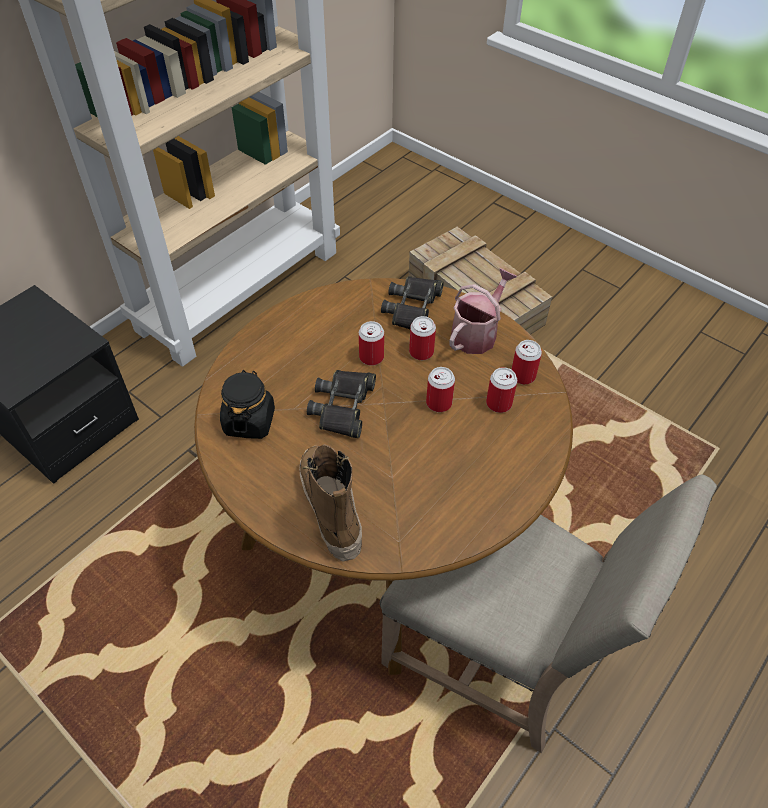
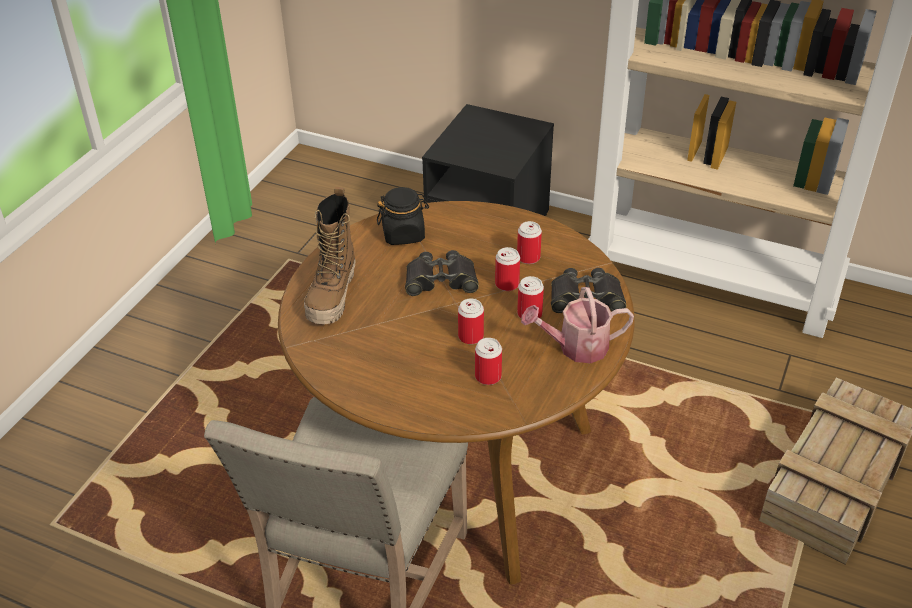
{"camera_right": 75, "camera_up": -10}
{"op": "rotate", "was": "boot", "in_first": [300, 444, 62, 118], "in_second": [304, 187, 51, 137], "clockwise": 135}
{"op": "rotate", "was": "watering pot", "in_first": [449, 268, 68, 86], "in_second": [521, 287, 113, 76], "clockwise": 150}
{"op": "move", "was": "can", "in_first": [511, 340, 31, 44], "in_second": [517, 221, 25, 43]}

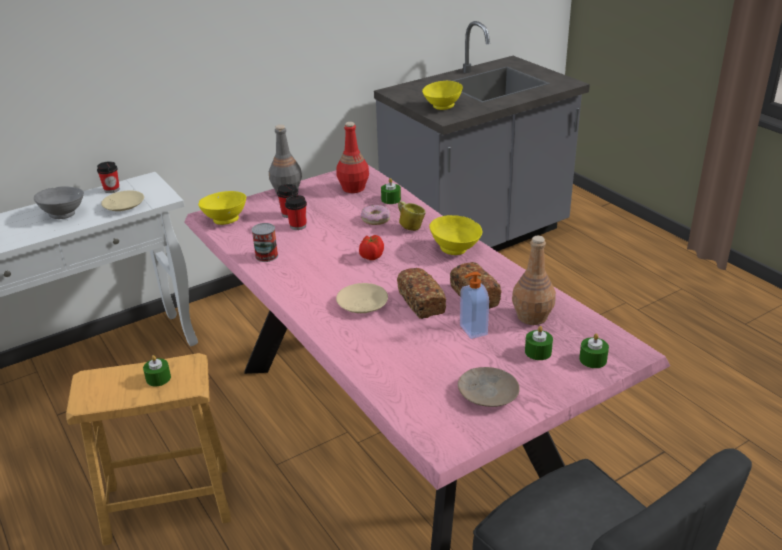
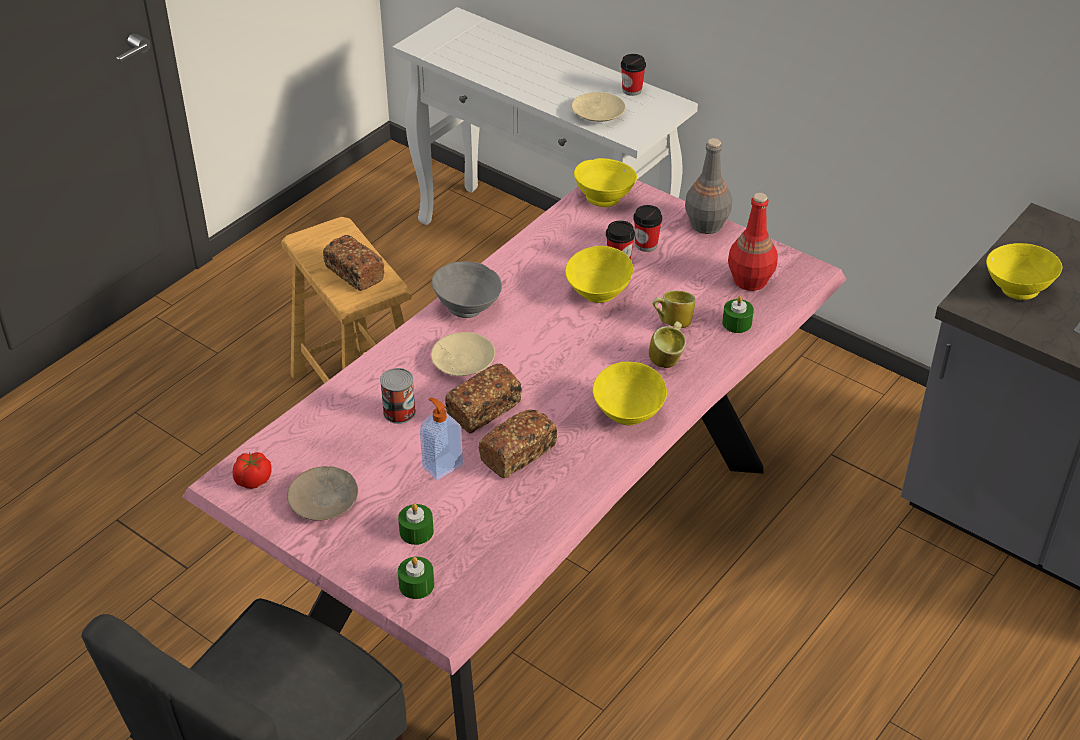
{"camera_right": 70, "camera_up": 10}
{"op": "move", "was": "gray deep dish", "in_first": [34, 186, 50, 33], "in_second": [432, 261, 70, 57]}
{"op": "replace", "was": "green wax light", "now": "baked bread", "in_first": [143, 355, 28, 32], "in_second": [323, 235, 61, 56]}
{"op": "move", "was": "can", "in_first": [252, 223, 26, 39], "in_second": [380, 368, 36, 56]}
{"op": "move", "was": "whole tomato", "in_first": [359, 235, 25, 25], "in_second": [233, 452, 39, 37]}
{"op": "replace", "was": "ring doughnut", "now": "mug", "in_first": [361, 205, 29, 20], "in_second": [652, 290, 44, 38]}
{"op": "delete", "was": "brownish bottle", "in_first": [512, 236, 44, 89]}
{"op": "insert", "now": "yellow-coloured deep dish", "in_second": [565, 246, 68, 57]}

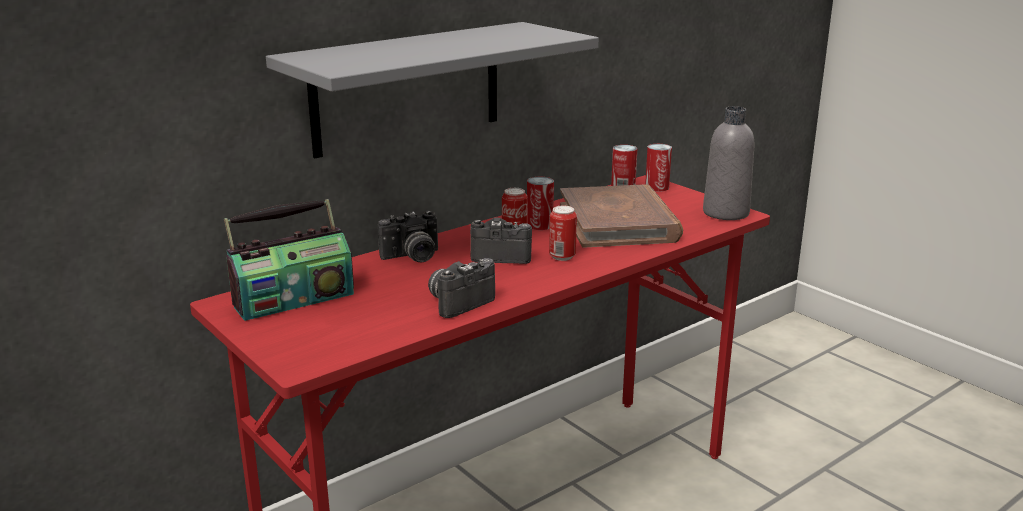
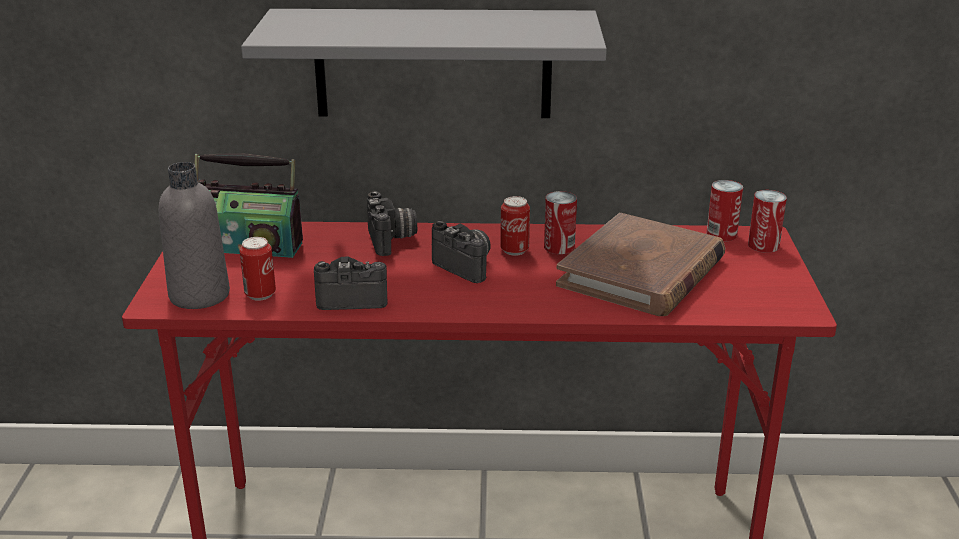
{"camera_right": 40, "camera_up": 5}
{"op": "rotate", "was": "still camera", "in_first": [378, 211, 60, 51], "in_second": [367, 191, 50, 65], "clockwise": -120}
{"op": "move", "was": "can", "in_first": [549, 206, 28, 55], "in_second": [239, 237, 37, 64]}
{"op": "move", "was": "gray bottle", "in_first": [703, 106, 51, 114], "in_second": [159, 162, 71, 147]}

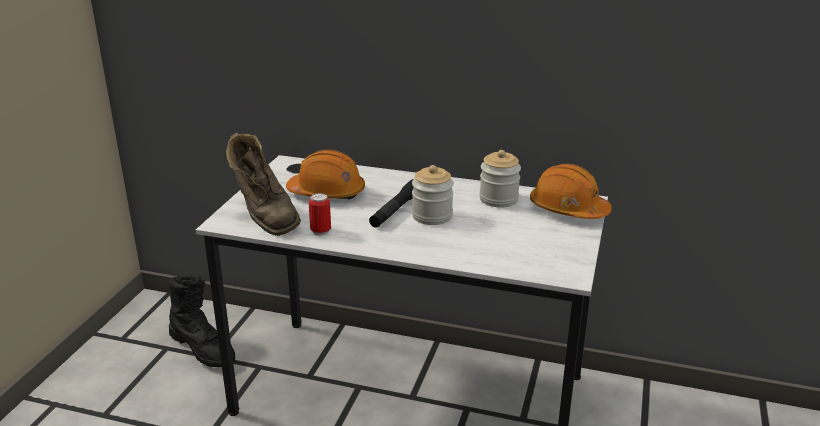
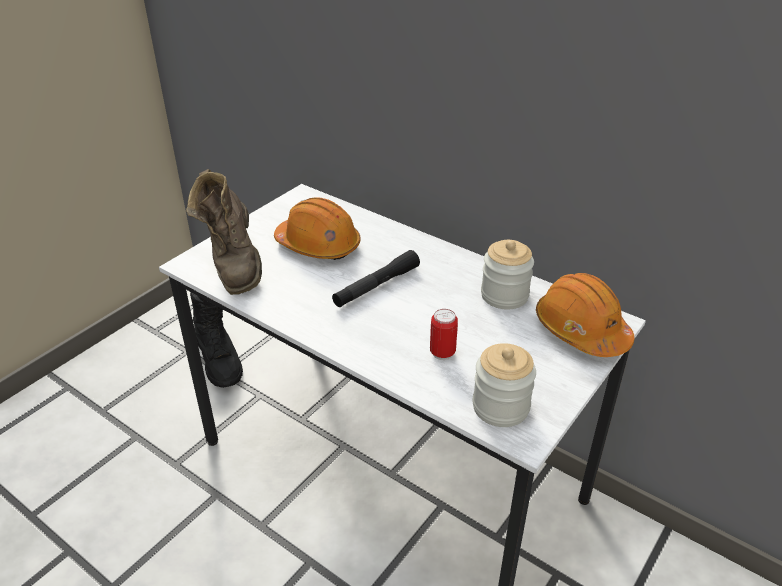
{"camera_right": 20, "camera_up": 10}
{"op": "move", "was": "can", "in_first": [309, 193, 22, 43], "in_second": [430, 309, 28, 51]}
{"op": "move", "was": "preserve jar", "in_first": [412, 165, 42, 60], "in_second": [473, 343, 63, 84]}

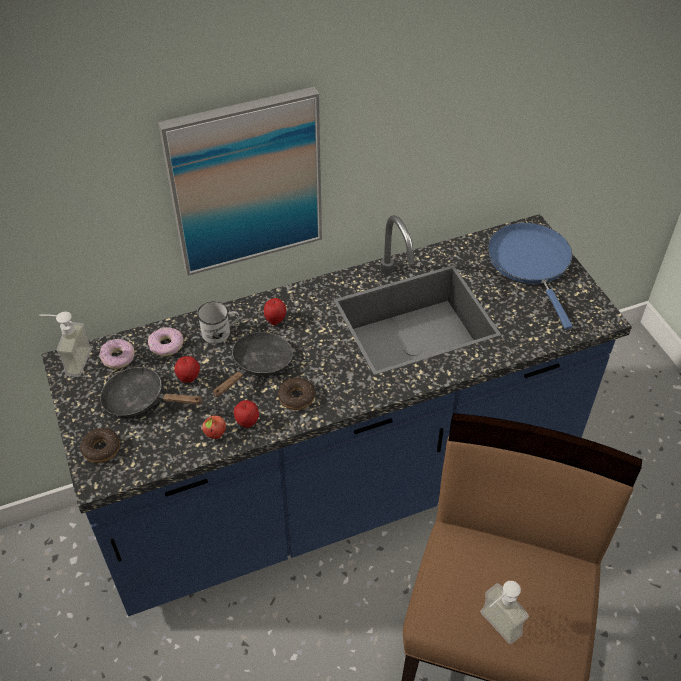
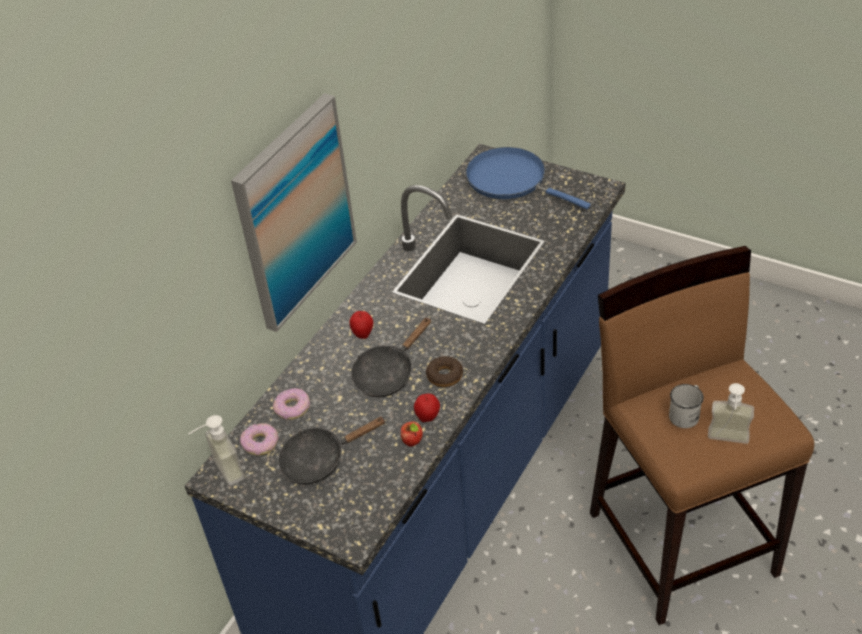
{"camera_right": -35, "camera_up": -5}
{"op": "delete", "was": "ring doughnut", "in_first": [80, 428, 40, 35]}
{"op": "delete", "was": "whole apple", "in_first": [174, 356, 26, 27]}
{"op": "move", "was": "white-coloured mug", "in_first": [197, 301, 43, 43], "in_second": [669, 384, 35, 44]}
{"op": "rotate", "was": "black-coloured pan", "in_first": [213, 332, 80, 65], "in_second": [351, 317, 80, 80], "clockwise": -135}

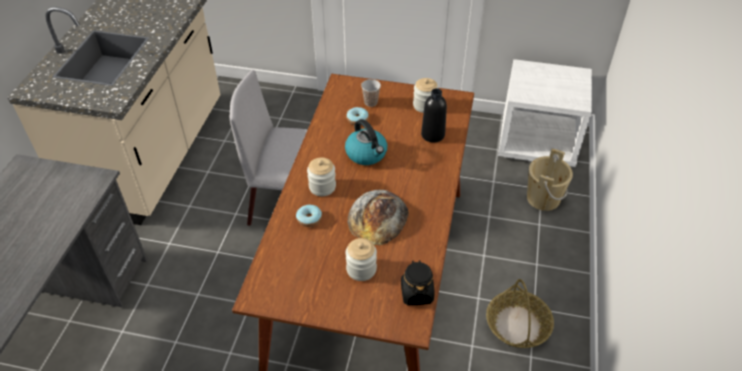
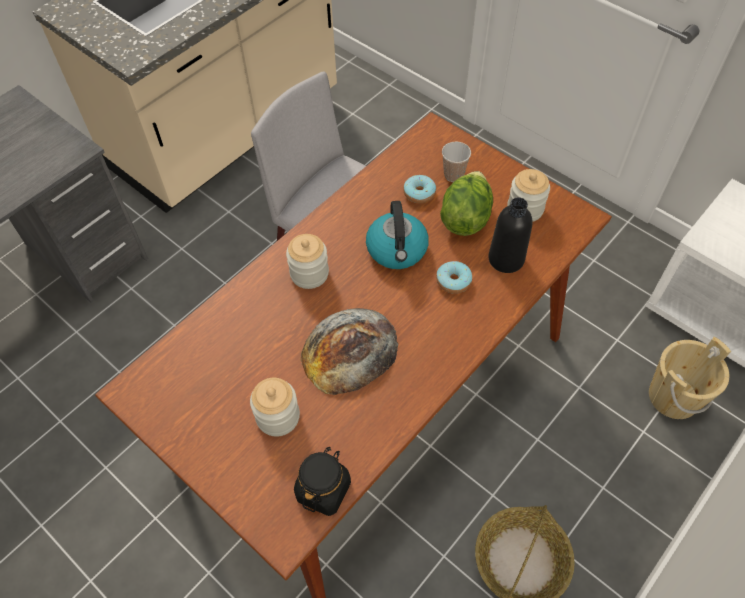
{"camera_right": 30, "camera_up": 10}
{"op": "move", "was": "ring doughnut", "in_first": [296, 205, 26, 22], "in_second": [436, 261, 36, 33]}
{"op": "insert", "now": "lettuce head", "in_second": [440, 171, 53, 65]}

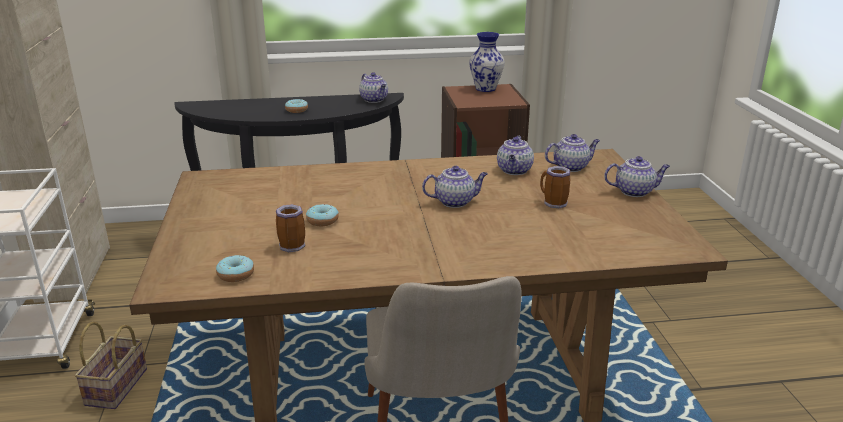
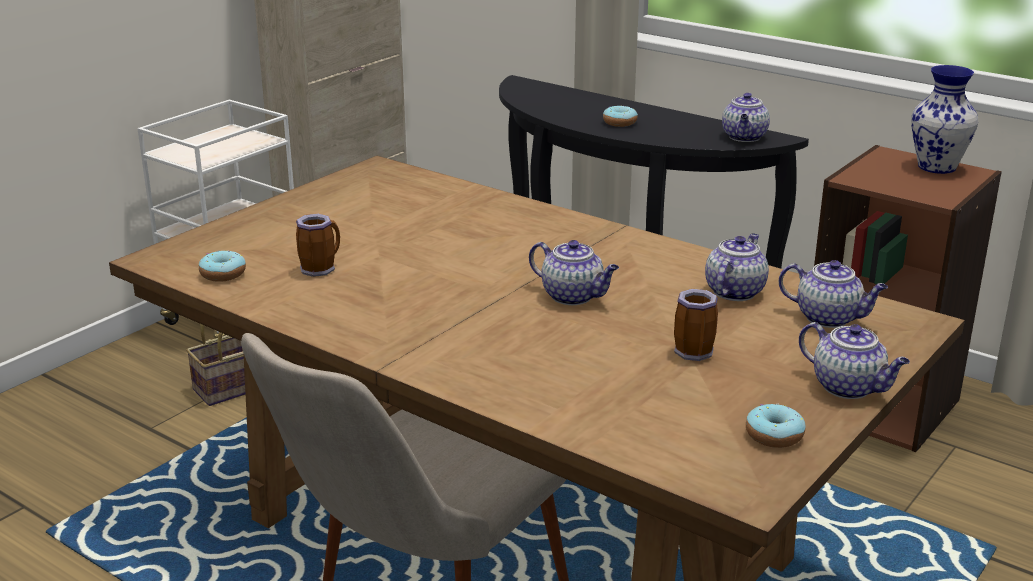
{"camera_right": 45, "camera_up": 0}
{"op": "move", "was": "ring doughnut", "in_first": [306, 204, 33, 22], "in_second": [746, 404, 59, 44]}
{"op": "rotate", "was": "pot for tea", "in_first": [497, 136, 37, 39], "in_second": [705, 233, 64, 68], "clockwise": 150}

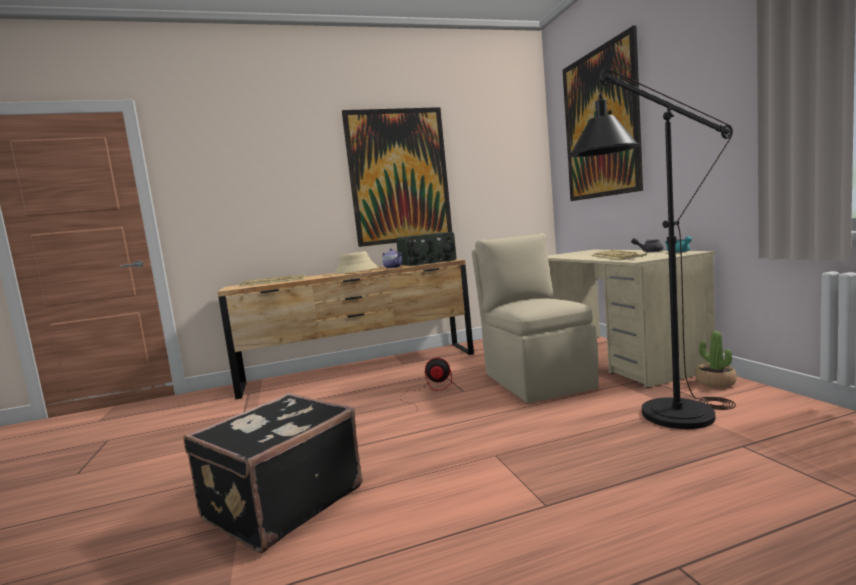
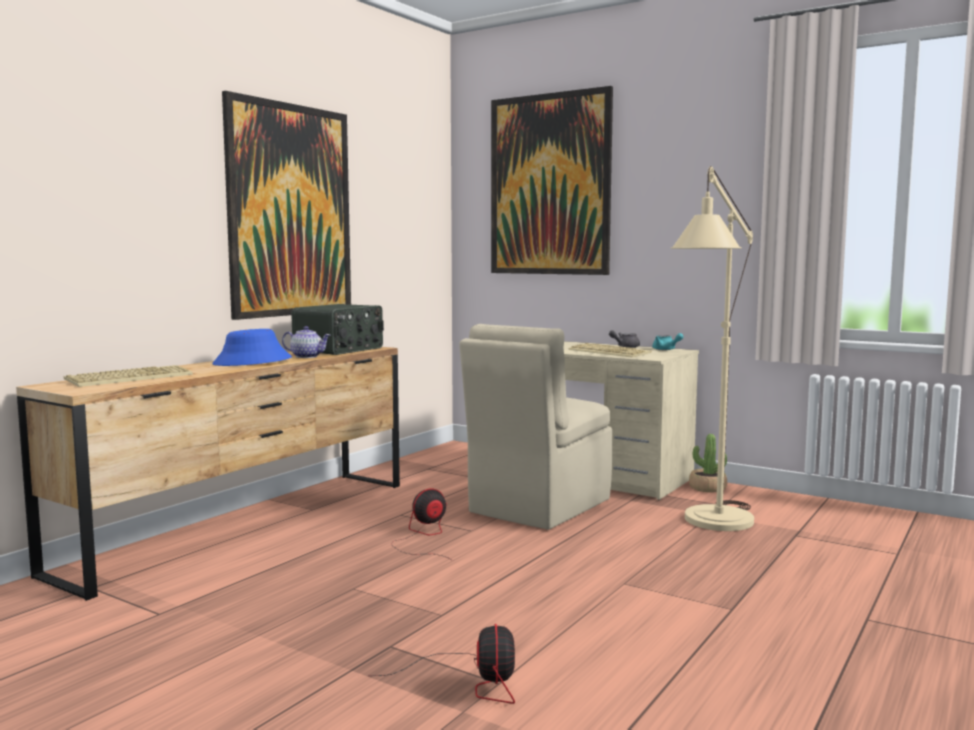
{"camera_right": -40, "camera_up": 0}
{"op": "replace", "was": "black-coloured travel case", "now": "cooling fan", "in_first": [183, 393, 179, 160], "in_second": [370, 624, 145, 80]}
{"op": "recolor", "was": "sand-coloured clothing hat", "now": "bluish clothing hat", "in_first": [334, 251, 44, 23], "in_second": [212, 329, 80, 37]}
{"op": "rotate", "was": "sand-coloured plain chair", "in_first": [472, 233, 127, 170], "in_second": [459, 324, 153, 206], "clockwise": -90}
{"op": "recolor", "was": "black-coloured standard lamp", "now": "sand-coloured standard lamp", "in_first": [568, 68, 168, 361], "in_second": [671, 166, 83, 365]}

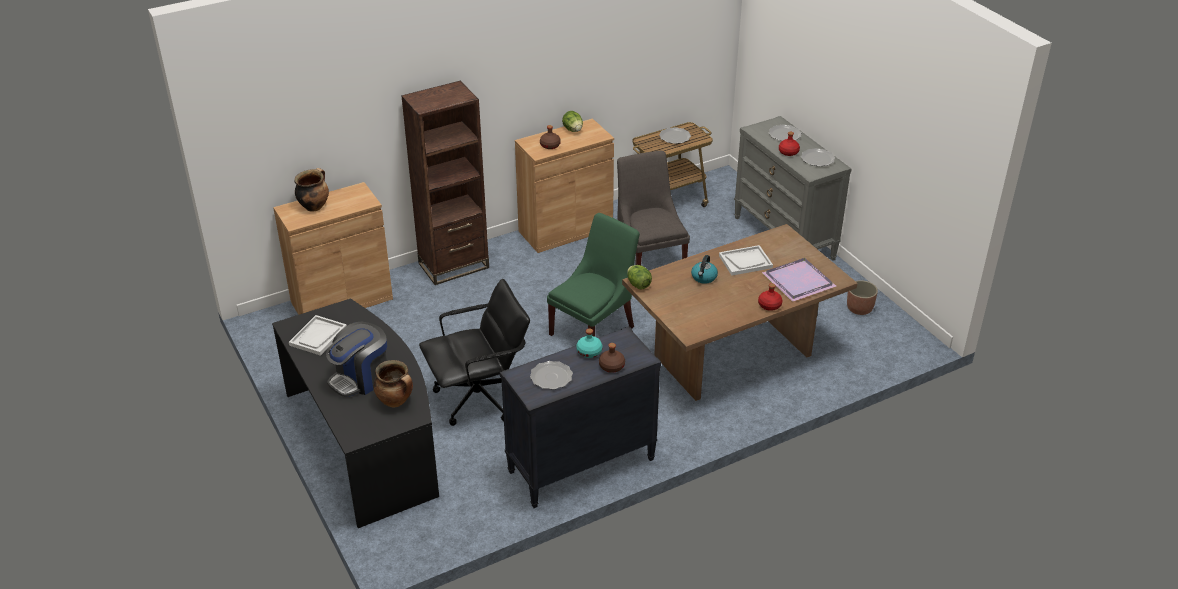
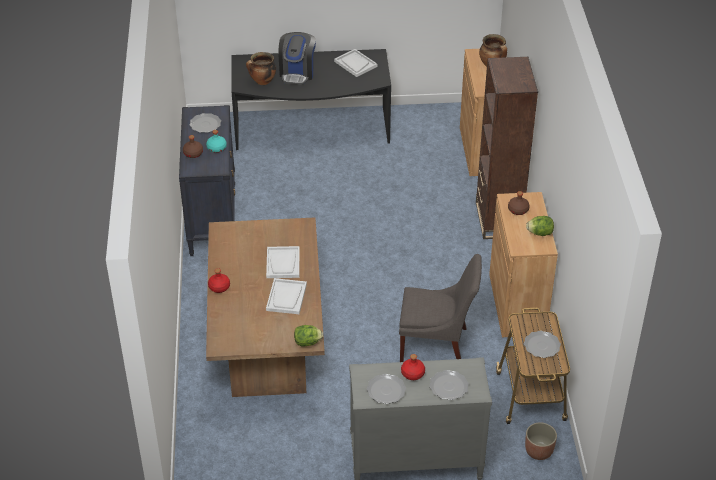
{"camera_right": 115, "camera_up": 5}
{"op": "rotate", "was": "coffee machine", "in_first": [326, 322, 61, 75], "in_second": [278, 32, 38, 53], "clockwise": -150}
{"op": "delete", "was": "black-coloured desk chair", "in_first": [419, 279, 111, 147]}
{"op": "delete", "was": "green plain chair", "in_first": [547, 213, 93, 124]}
{"op": "move", "was": "lettuce head", "in_first": [627, 265, 25, 25], "in_second": [294, 325, 29, 22]}
{"op": "replace", "was": "water kettle", "now": "white-coloured serving tray", "in_first": [691, 255, 27, 29], "in_second": [266, 246, 34, 32]}
{"op": "delete", "was": "purple serving tray", "in_first": [762, 258, 74, 44]}
{"op": "move", "was": "plant pot", "in_first": [847, 280, 31, 35], "in_second": [525, 422, 32, 38]}

